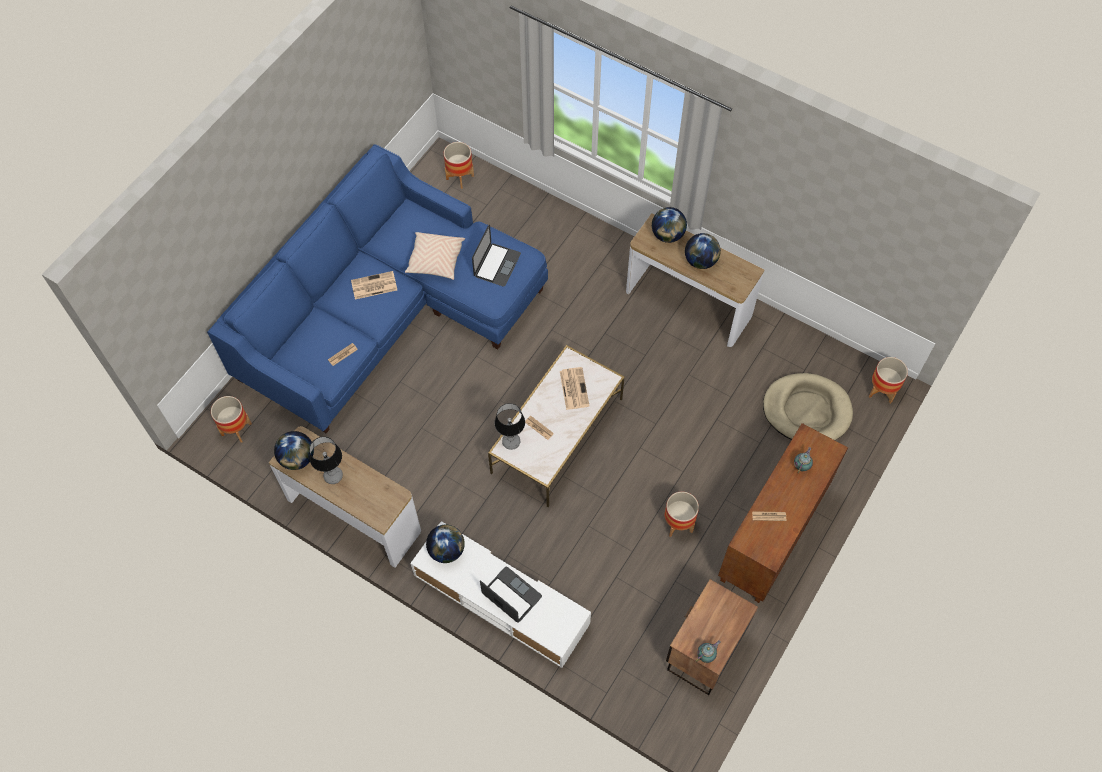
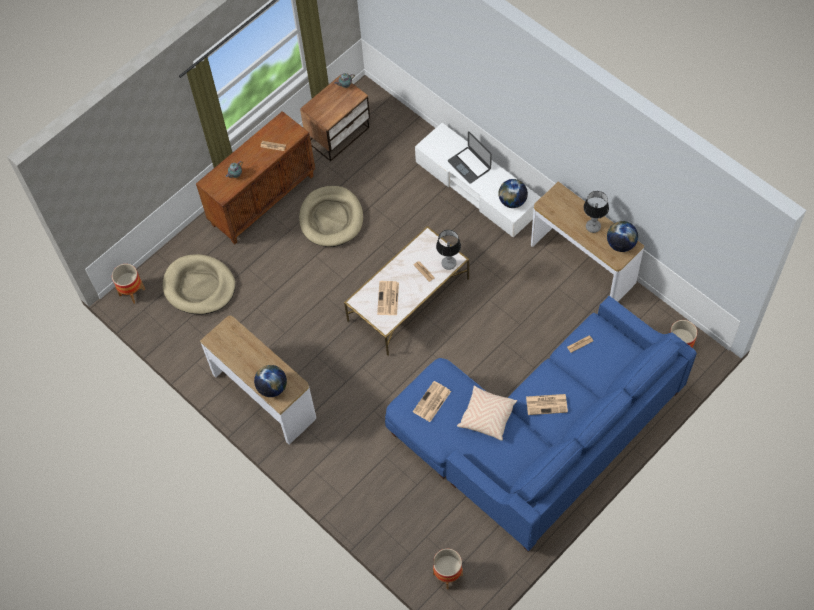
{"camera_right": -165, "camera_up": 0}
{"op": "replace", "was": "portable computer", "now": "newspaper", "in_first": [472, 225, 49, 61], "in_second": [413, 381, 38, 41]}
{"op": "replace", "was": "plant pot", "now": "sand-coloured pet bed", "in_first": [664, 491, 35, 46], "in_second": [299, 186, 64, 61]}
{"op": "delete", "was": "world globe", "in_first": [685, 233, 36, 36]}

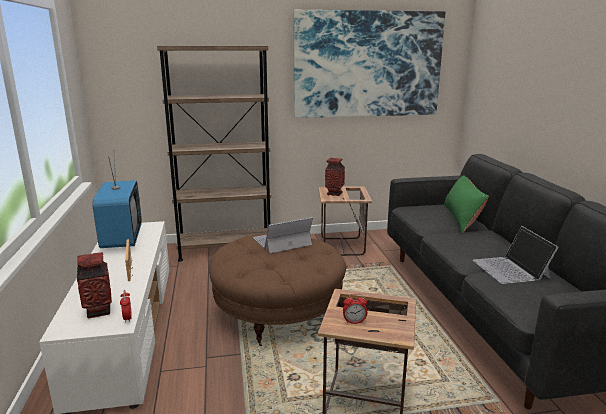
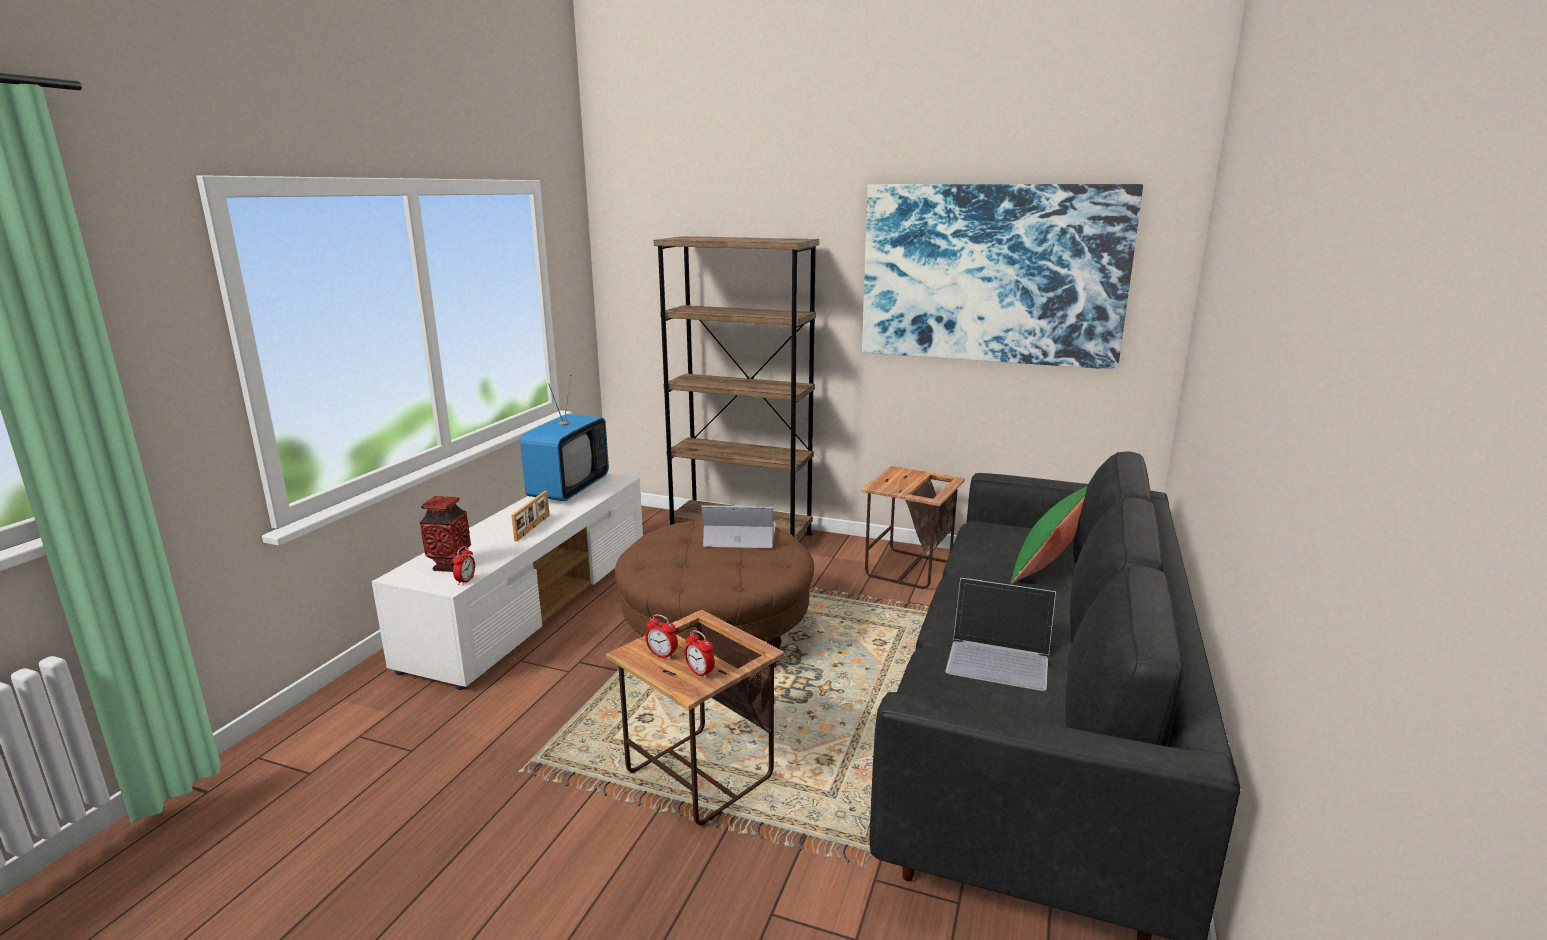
{"camera_right": 30, "camera_up": 0}
{"op": "delete", "was": "flower vase", "in_first": [325, 158, 20, 38]}
{"op": "rotate", "was": "portable computer", "in_first": [473, 226, 86, 58], "in_second": [945, 578, 111, 113], "clockwise": -90}
{"op": "insert", "now": "table clock", "in_second": [685, 630, 30, 49]}

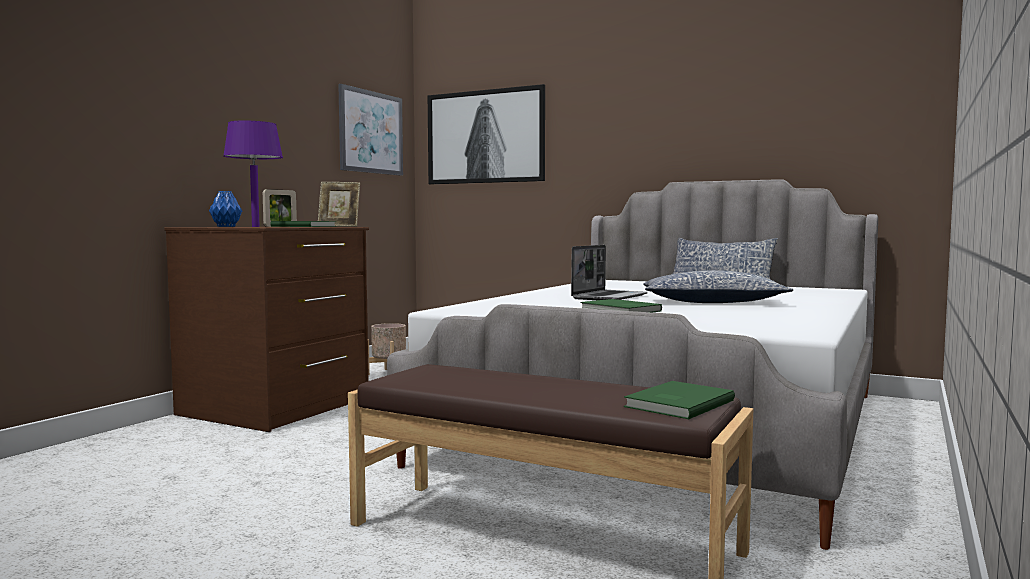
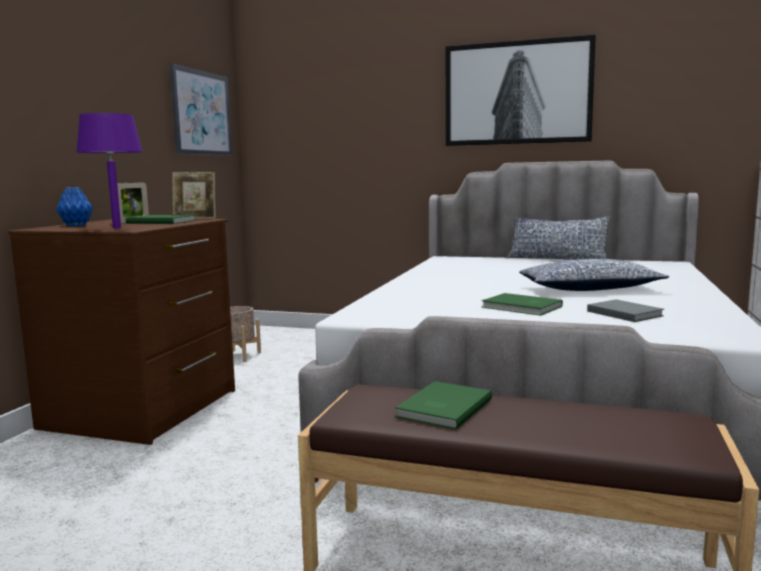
{"camera_right": -10, "camera_up": 5}
{"op": "move", "was": "wall picture", "in_first": [428, 84, 117, 100], "in_second": [446, 34, 150, 112]}
{"op": "delete", "was": "portable computer", "in_first": [571, 245, 77, 55]}
{"op": "move", "was": "green volume", "in_first": [624, 381, 111, 38], "in_second": [395, 381, 97, 48]}
{"op": "insert", "now": "gray volume", "in_second": [587, 299, 77, 23]}

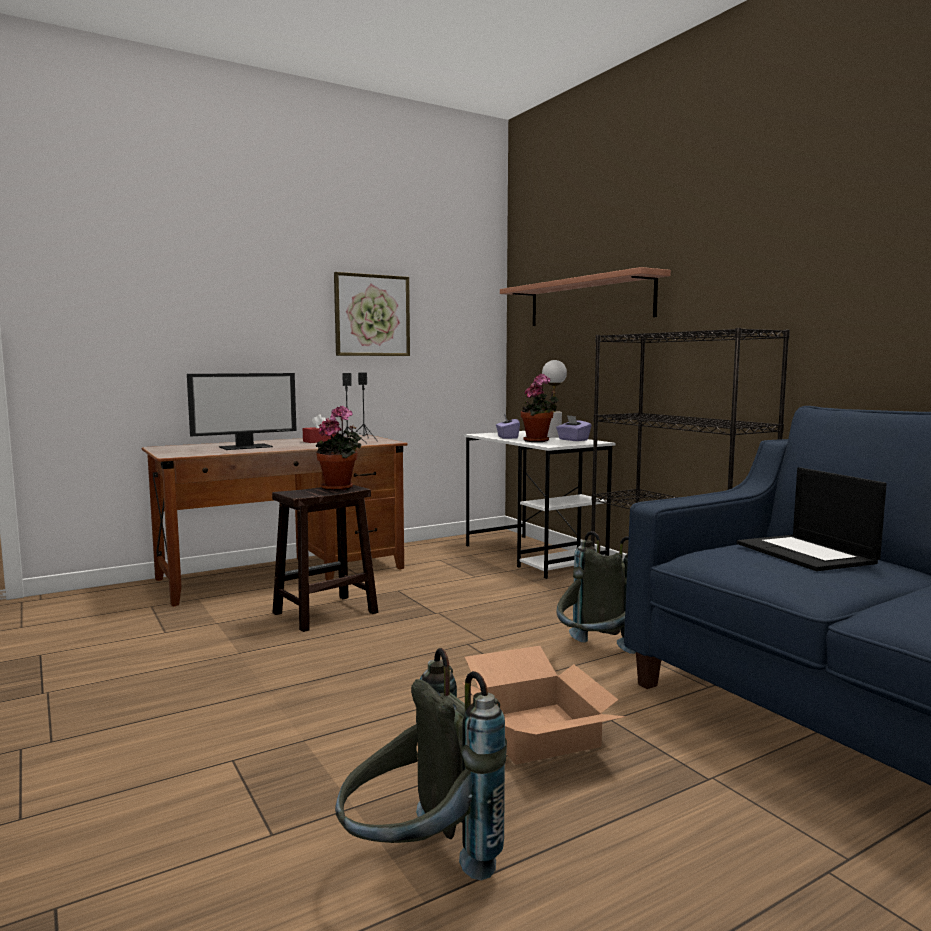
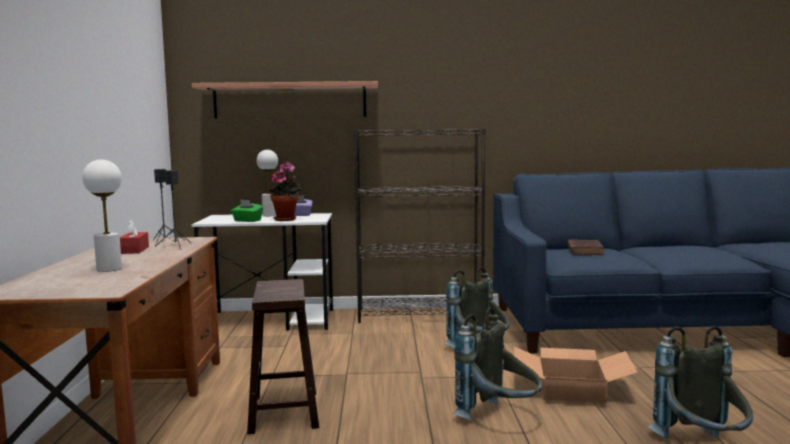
{"camera_right": -60, "camera_up": 0}
{"op": "replace", "was": "monitor", "now": "white-coloured tabletop lamp", "in_first": [187, 373, 110, 77], "in_second": [82, 159, 40, 113]}
{"op": "delete", "was": "potted plant", "in_first": [316, 406, 46, 85]}
{"op": "delete", "was": "wall picture", "in_first": [334, 272, 76, 84]}
{"op": "recolor", "was": "purple tissue holder", "now": "green tissue holder", "in_first": [496, 414, 24, 25], "in_second": [231, 200, 32, 22]}
{"op": "replace", "was": "portable computer", "now": "brownish volume", "in_first": [737, 467, 150, 104], "in_second": [568, 239, 36, 16]}
{"op": "insert", "now": "gray knapsack", "in_second": [452, 307, 90, 113]}

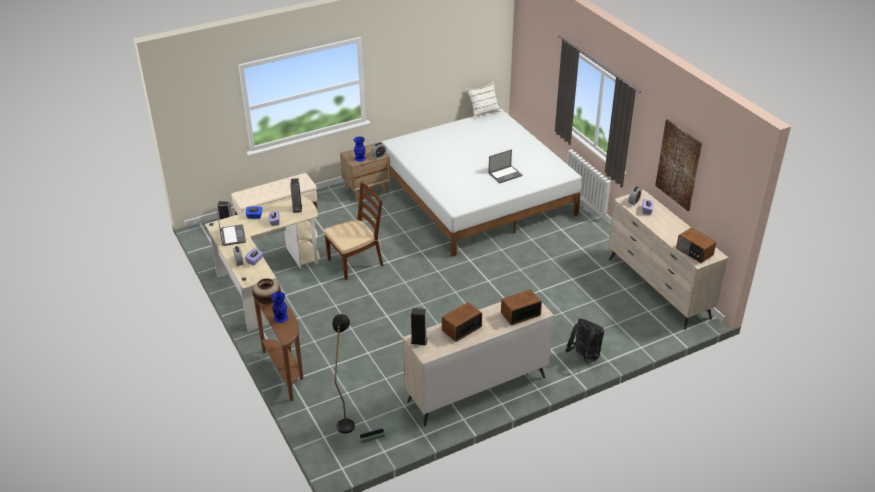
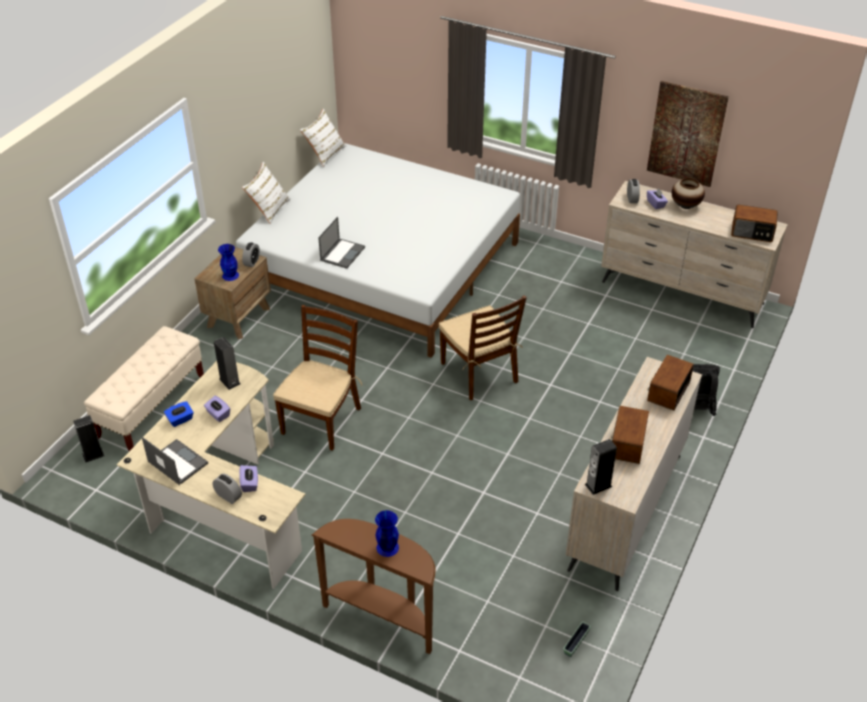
{"camera_right": -35, "camera_up": 5}
{"op": "move", "was": "flower vase", "in_first": [253, 278, 28, 27], "in_second": [672, 178, 33, 31]}
{"op": "delete", "was": "black-coloured standard lamp", "in_first": [332, 314, 23, 120]}
{"op": "move", "was": "portable computer", "in_first": [488, 149, 35, 34], "in_second": [318, 217, 47, 52]}
{"op": "insert", "now": "white-coloured pillow", "in_second": [242, 162, 49, 62]}
{"op": "insert", "now": "brownish plain chair", "in_second": [439, 295, 88, 105]}

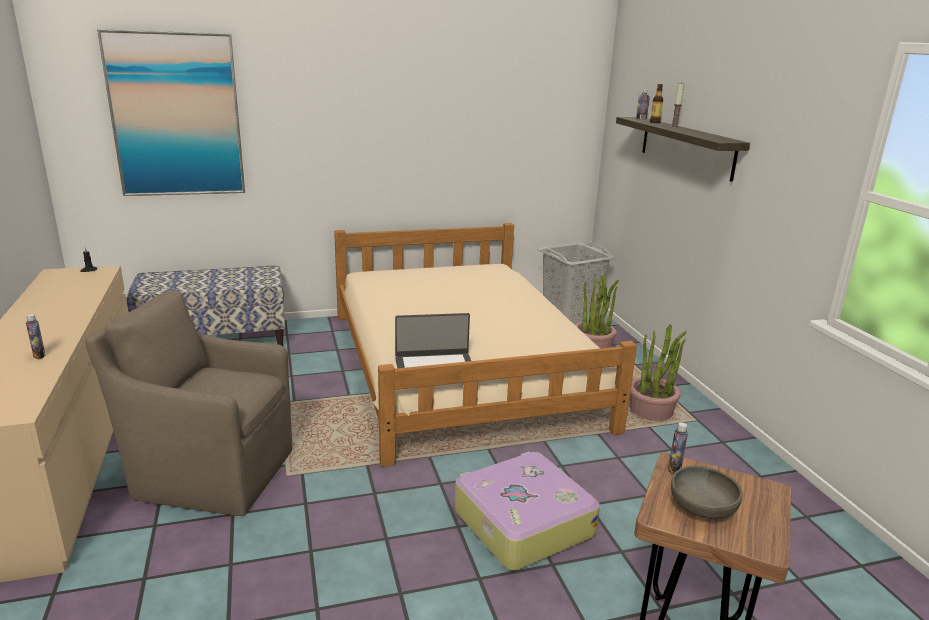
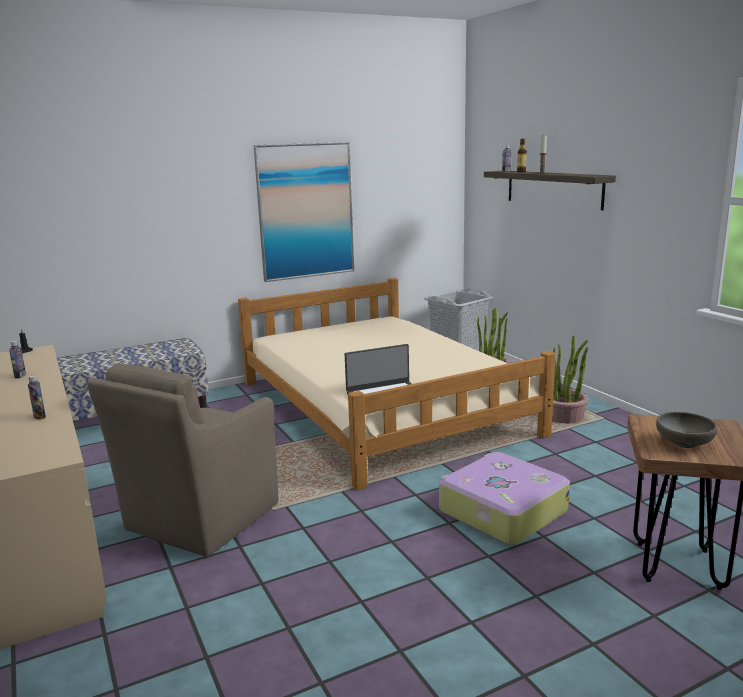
{"camera_right": -10, "camera_up": -5}
{"op": "rotate", "was": "brownish easy chair", "in_first": [85, 290, 207, 226], "in_second": [87, 364, 191, 193], "clockwise": -60}
{"op": "move", "was": "wall picture", "in_first": [97, 29, 148, 167], "in_second": [254, 142, 100, 140]}
{"op": "move", "was": "bottle", "in_first": [668, 422, 20, 53], "in_second": [9, 341, 17, 38]}

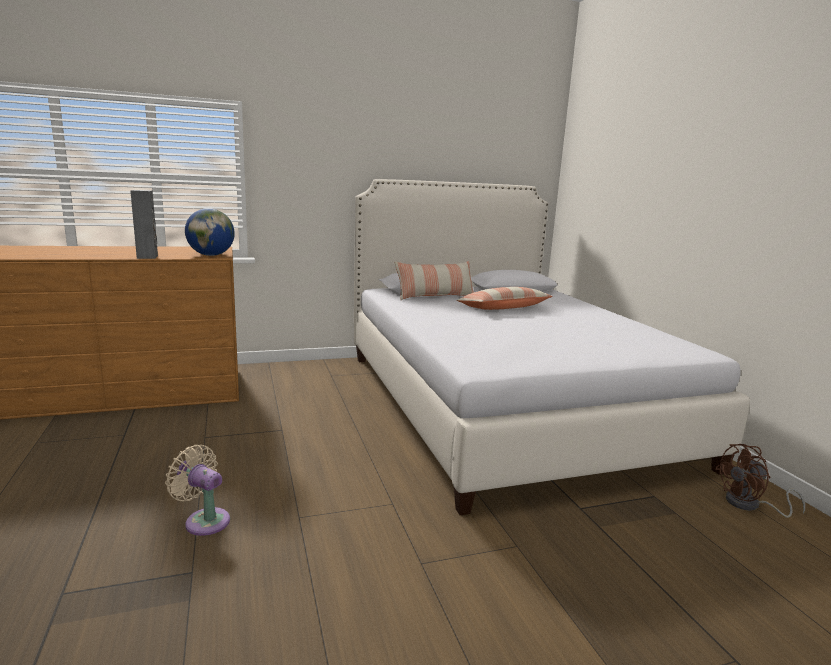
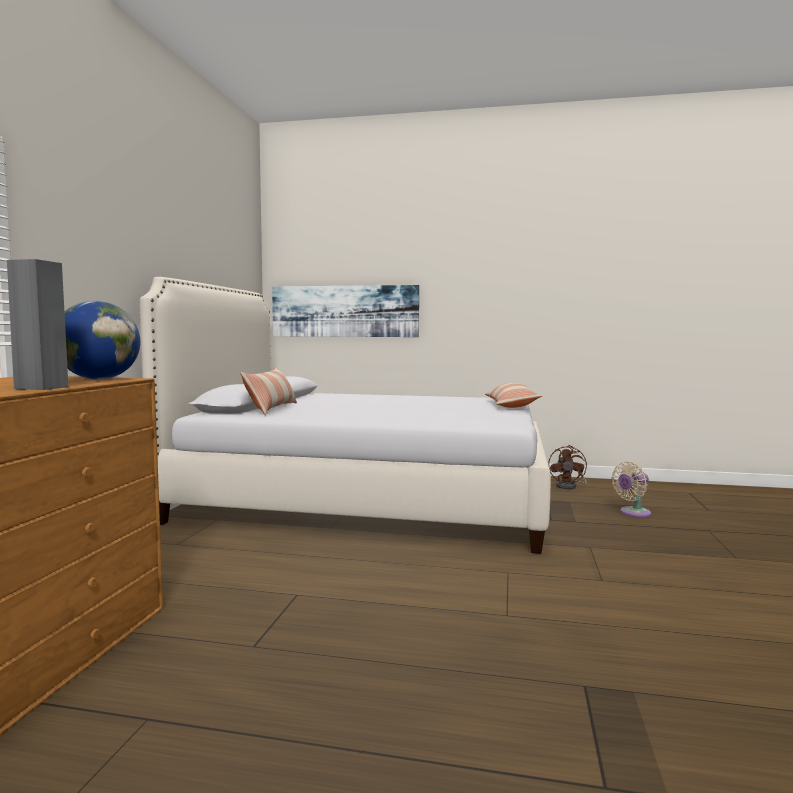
{"camera_right": -60, "camera_up": -10}
{"op": "move", "was": "sand-coloured cooling fan", "in_first": [165, 445, 65, 91], "in_second": [611, 462, 40, 55]}
{"op": "move", "was": "pillow", "in_first": [457, 287, 96, 23], "in_second": [485, 383, 57, 25]}
{"op": "insert", "now": "wall picture", "in_second": [272, 285, 147, 52]}

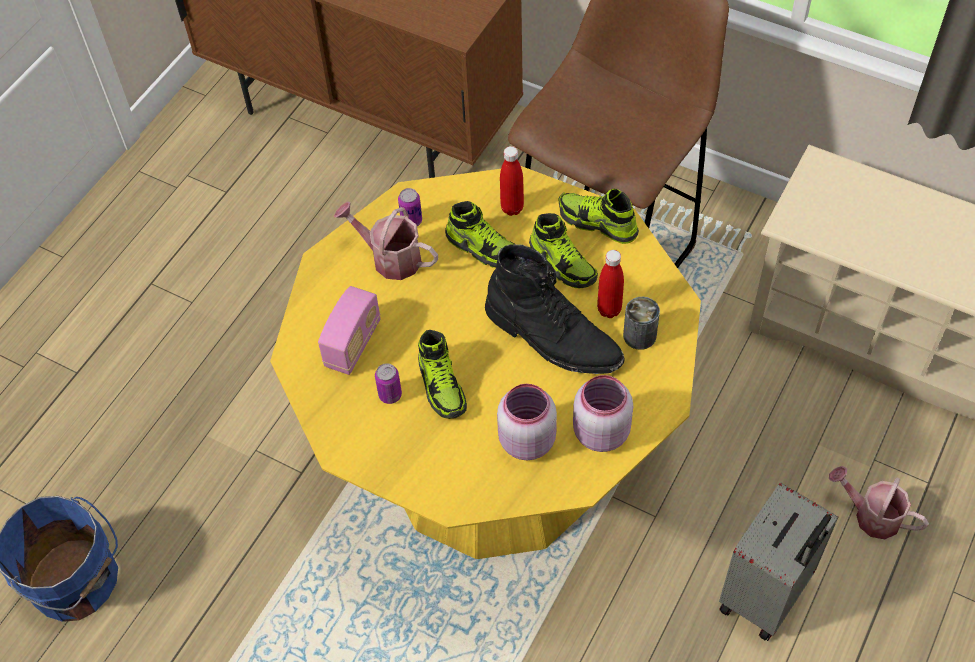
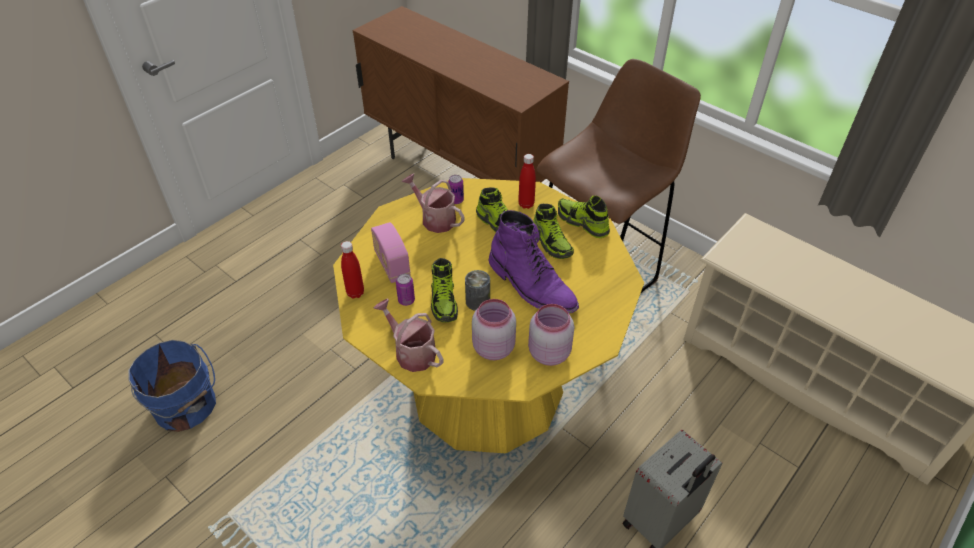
{"camera_right": 10, "camera_up": -10}
{"op": "rotate", "was": "radio set", "in_first": [318, 286, 63, 89], "in_second": [371, 222, 40, 61], "clockwise": 120}
{"op": "recolor", "was": "black-coloured boot", "now": "purple boot", "in_first": [485, 244, 140, 130], "in_second": [489, 210, 90, 103]}
{"op": "move", "was": "reddish bottle", "in_first": [597, 250, 27, 68], "in_second": [341, 241, 23, 58]}
{"op": "move", "was": "can", "in_first": [623, 297, 37, 53], "in_second": [465, 270, 25, 41]}
{"op": "move", "was": "watering pot", "in_first": [829, 466, 100, 73], "in_second": [374, 299, 69, 73]}

